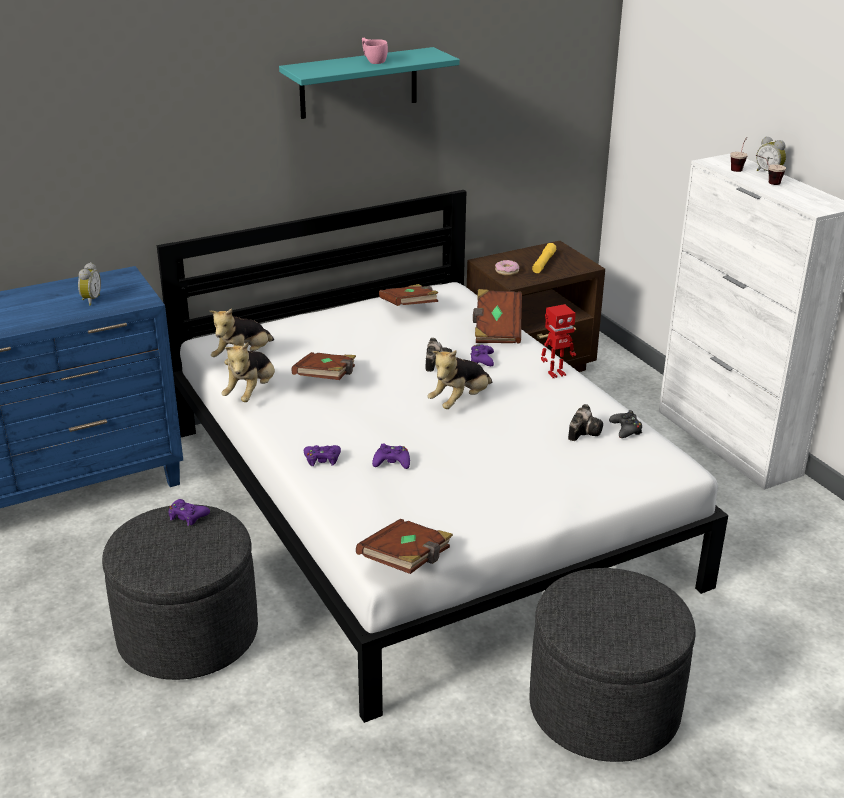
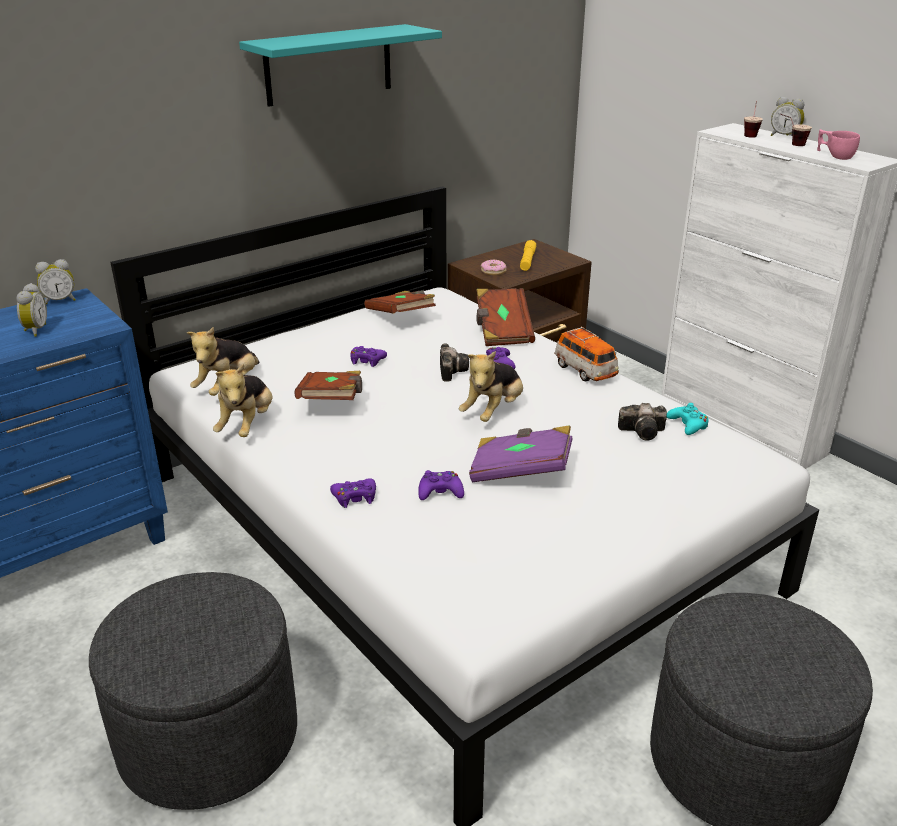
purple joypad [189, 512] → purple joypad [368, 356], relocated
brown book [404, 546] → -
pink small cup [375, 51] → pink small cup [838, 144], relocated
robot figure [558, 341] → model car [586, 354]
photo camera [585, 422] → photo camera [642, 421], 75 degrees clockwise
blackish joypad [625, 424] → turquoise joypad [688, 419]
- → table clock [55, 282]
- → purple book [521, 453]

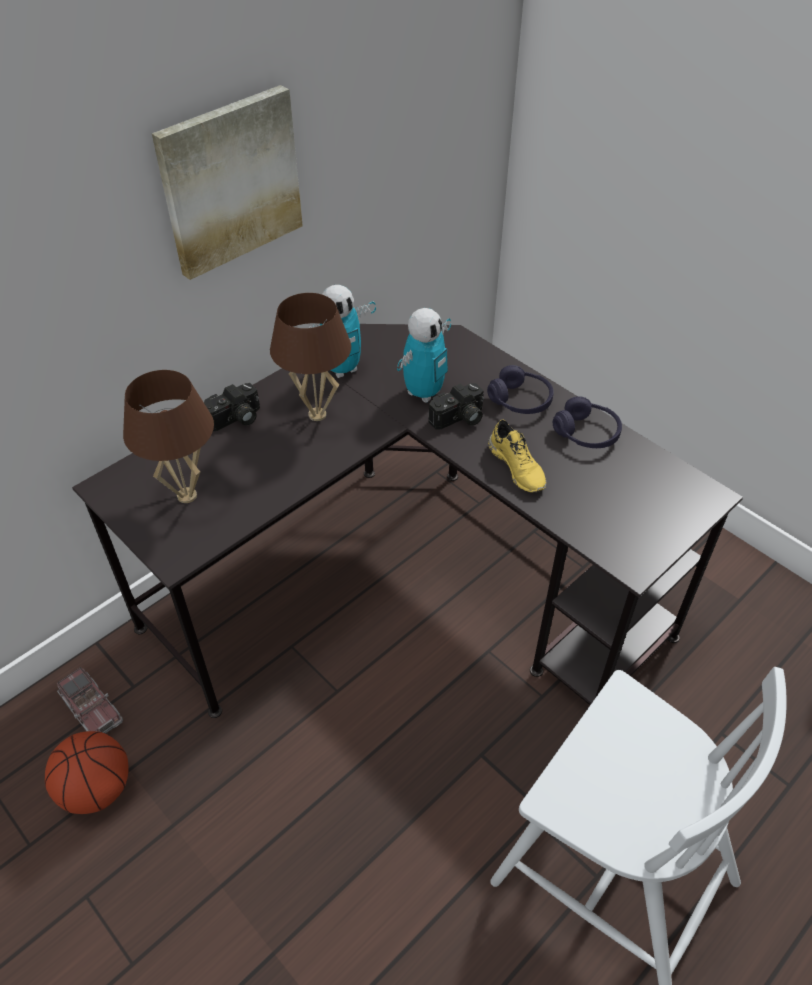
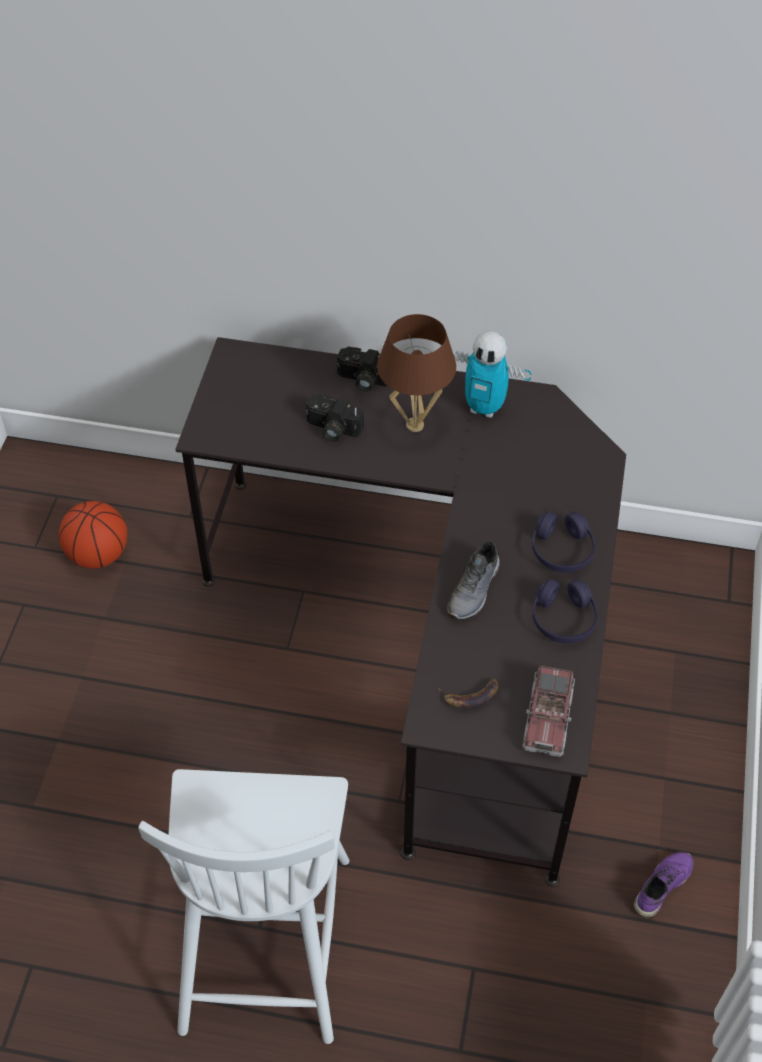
toy lorry [90, 700] → toy lorry [548, 711], relocated
brown table lamp [168, 436] → -
wall picture [227, 182] → -
robot figure [424, 355] → -
photo camera [456, 406] → photo camera [334, 417], relocated
yellowish item of footwear [517, 456] → greyish item of footwear [473, 580]
- → banana [468, 693]
- → purple item of footwear [664, 885]

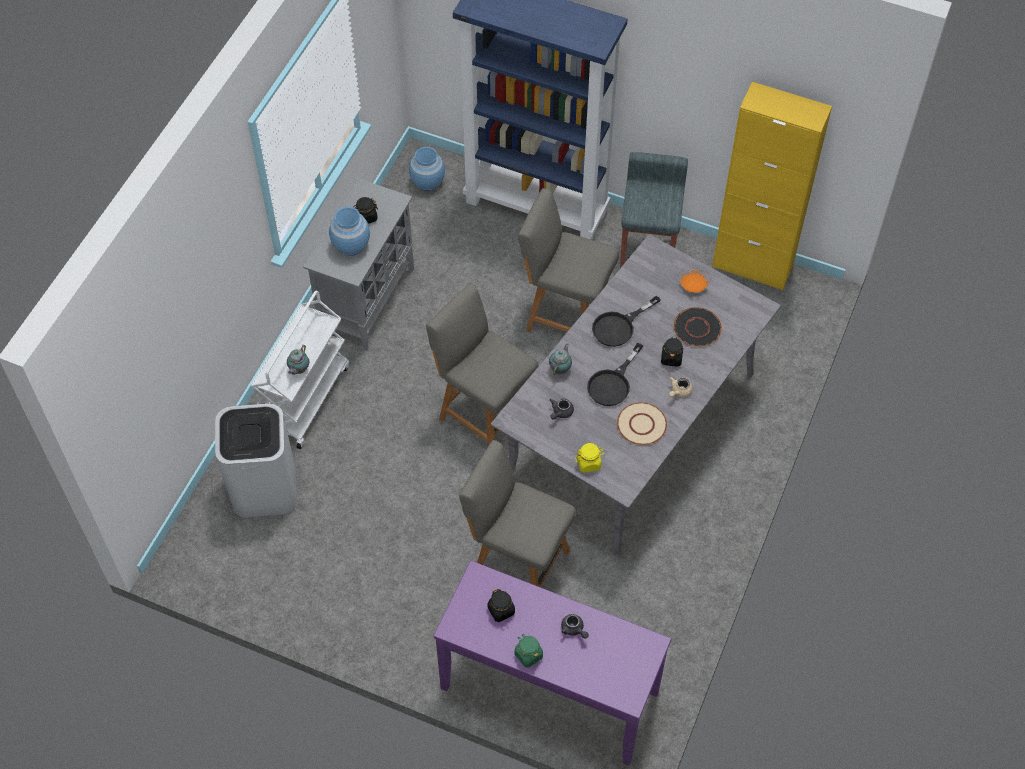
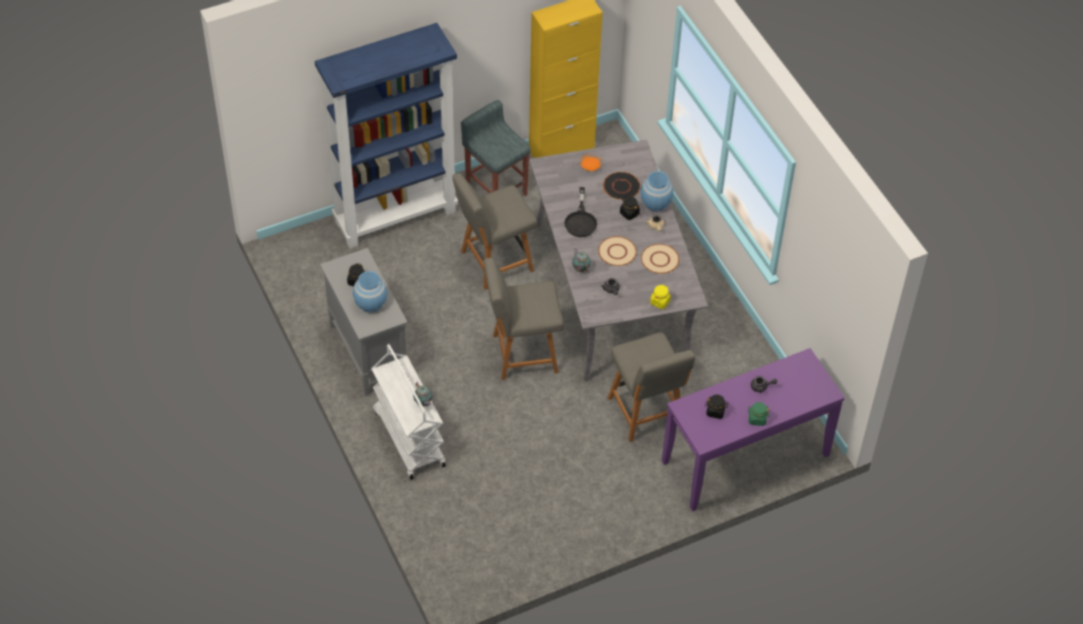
white-coloured trash can [256, 460] → -
blue-coloured flower vase [427, 169] → blue-coloured flower vase [656, 191], relocated
greyish upright chair [517, 513] → greyish upright chair [651, 387], 90 degrees counterclockwise
blackish frying pan [615, 374] → sand-coloured plate [617, 251]

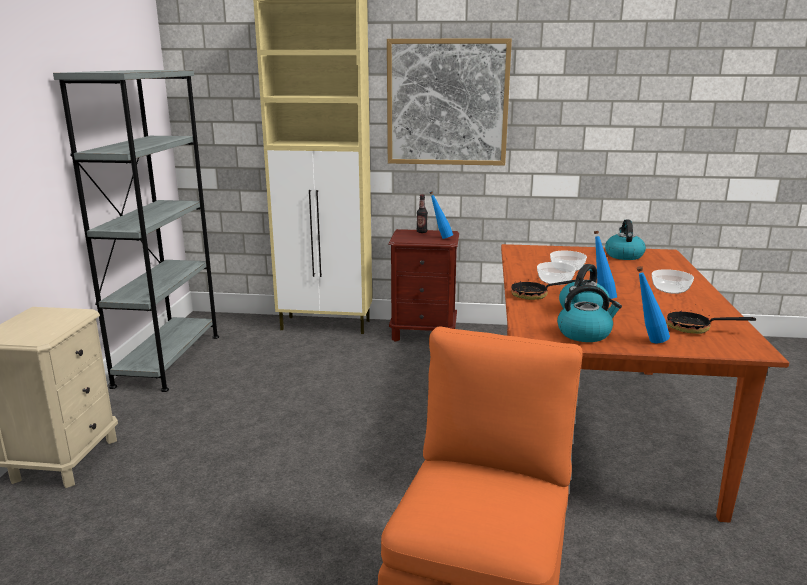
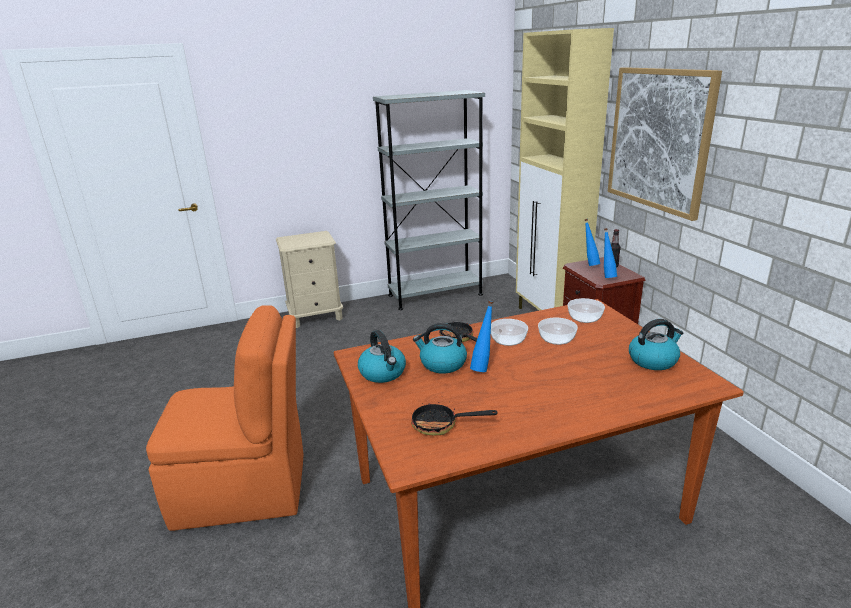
blue-coloured drink bottle [653, 304] → blue-coloured drink bottle [592, 242], relocated
serving bowl [673, 281] → serving bowl [586, 310], relocated
frying pan [711, 322] → frying pan [454, 418], 75 degrees counterclockwise

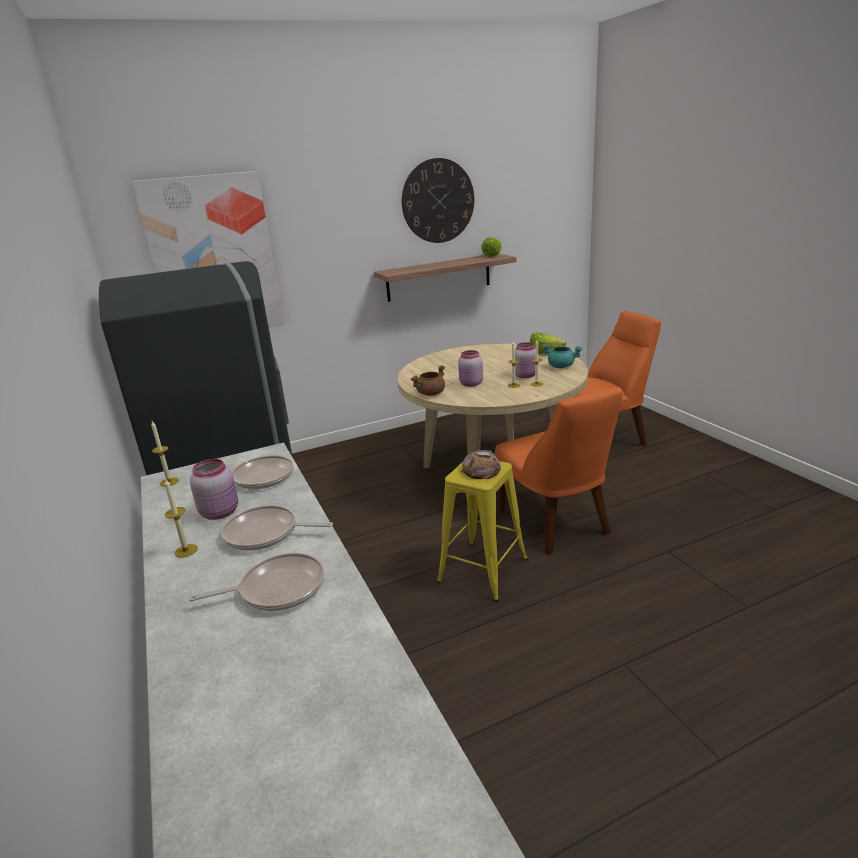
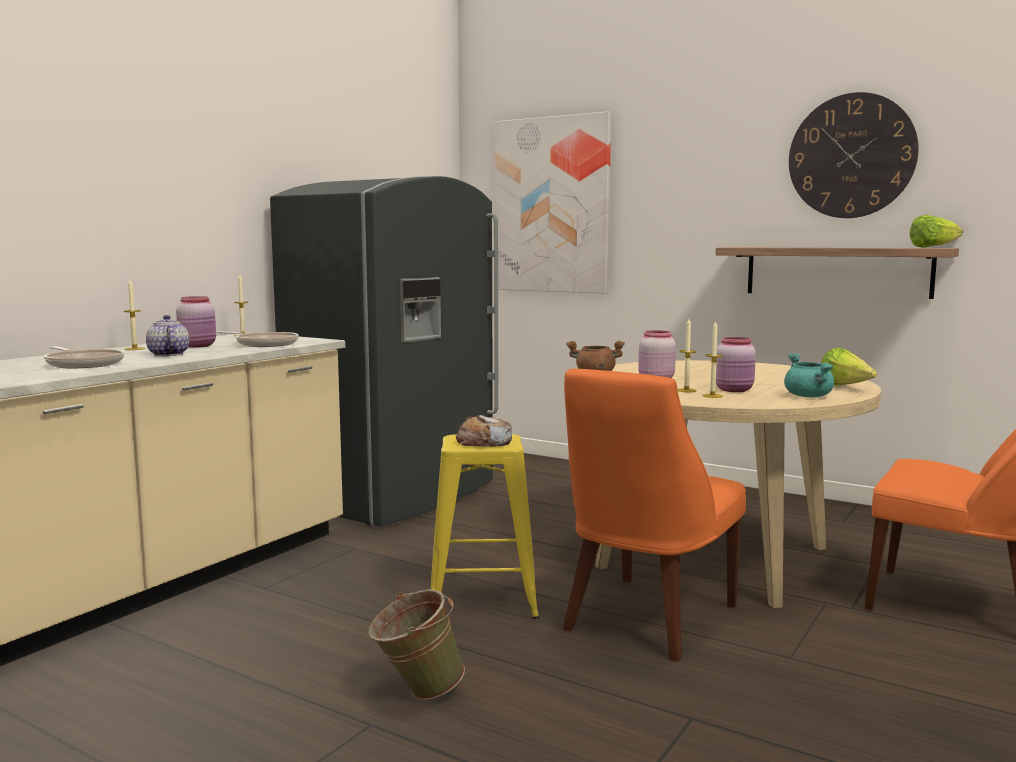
frying pan [277, 528] → tea pot [167, 335]
- → green-coloured bucket [417, 645]

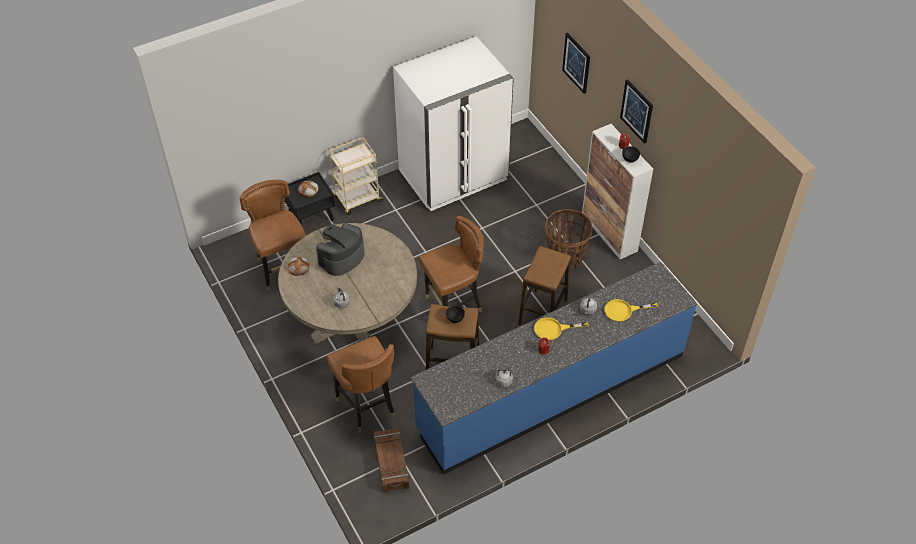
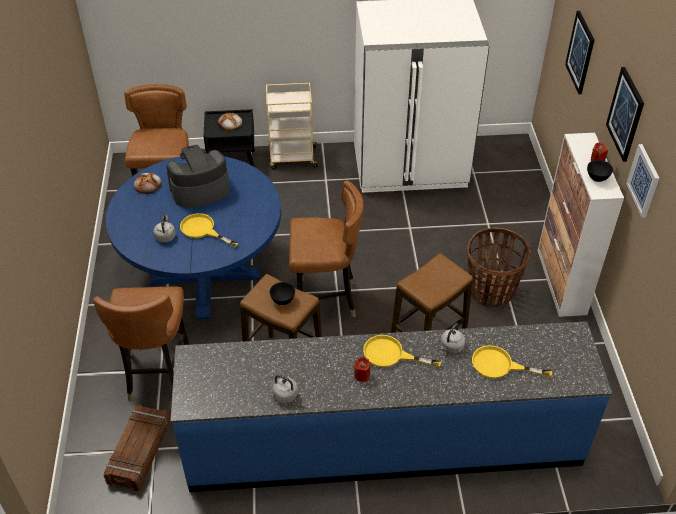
sand-coloured kitchen table [347, 283] → blue-coloured kitchen table [193, 237]
- → yellowish frying pan [209, 230]
- → wall picture [642, 181]

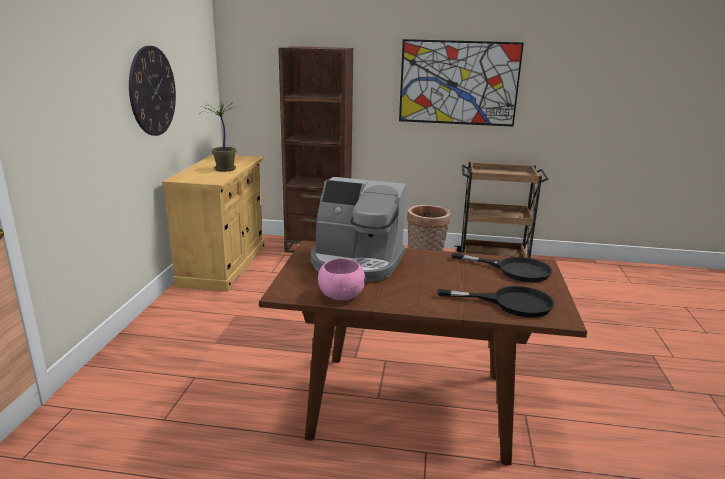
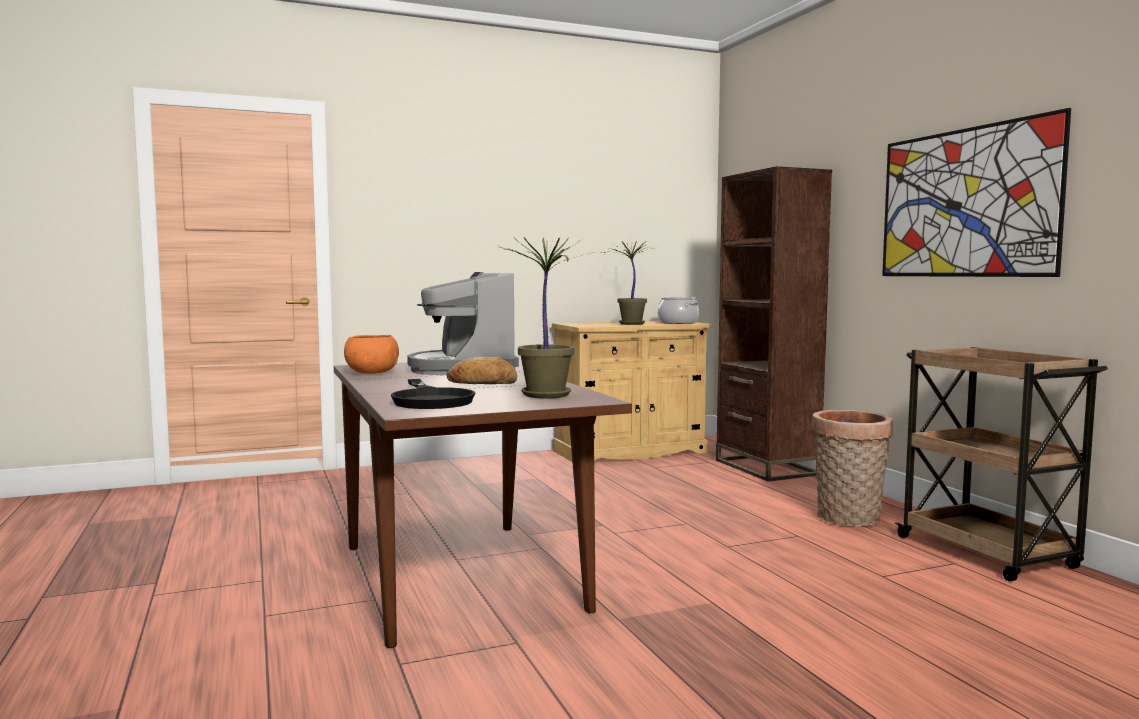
hanging clock [152, 91] → -
pink serving bowl [342, 279] → orangey serving bowl [371, 354]
blackish frying pan [501, 267] → plant in a pot [551, 317]
- → bakery bread [481, 370]
- → cooking pot [678, 310]

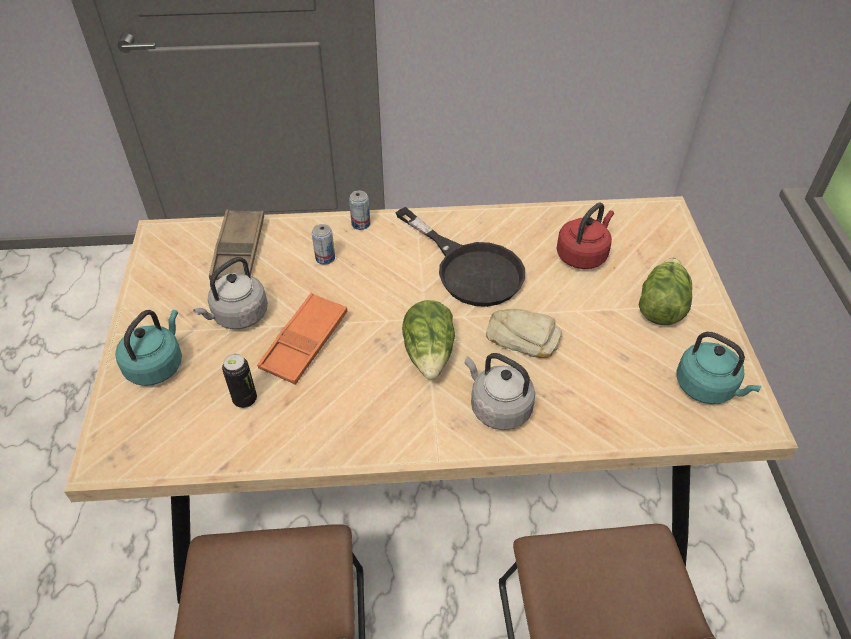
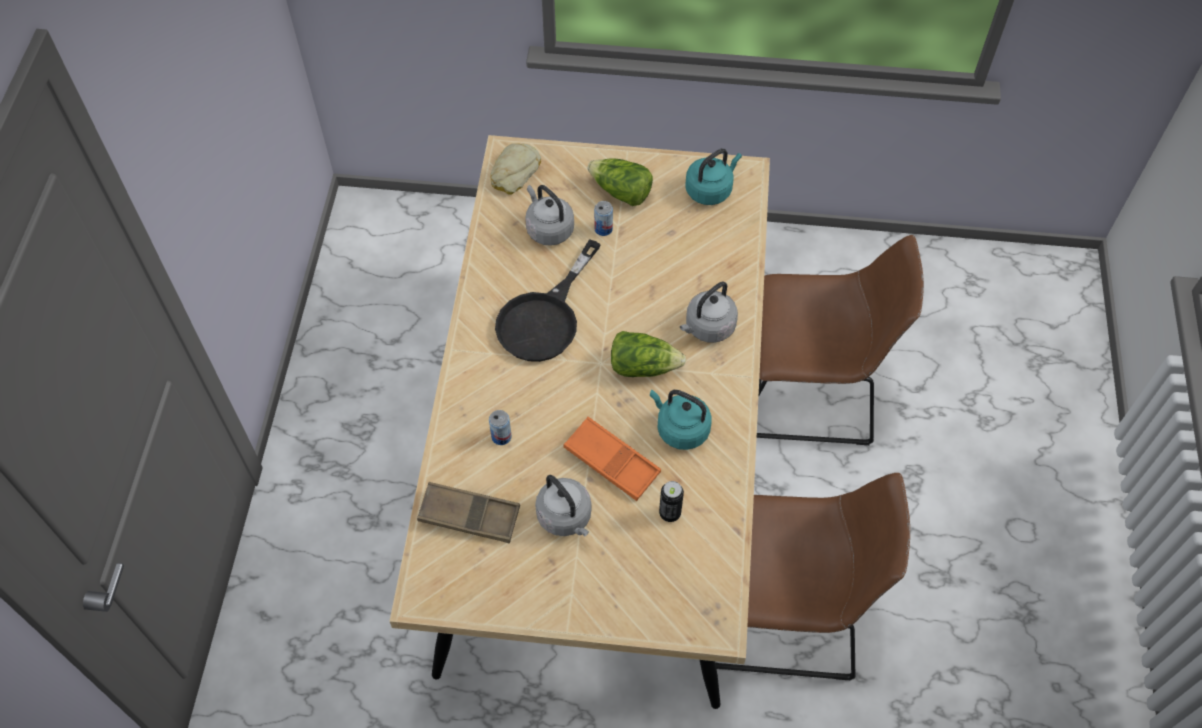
turquoise kettle [148, 348] → turquoise kettle [681, 420], relocated
can [359, 210] → can [603, 218], relocated
blackish frying pan [460, 257] → blackish frying pan [548, 300], 150 degrees clockwise
bakery bread [524, 333] → bakery bread [515, 169], relocated
red kettle [585, 236] → greyish kettle [549, 215]

